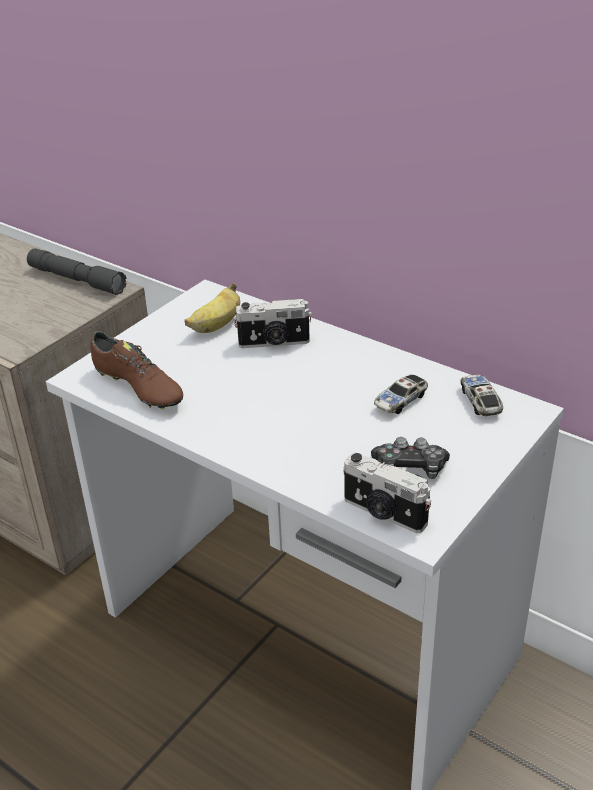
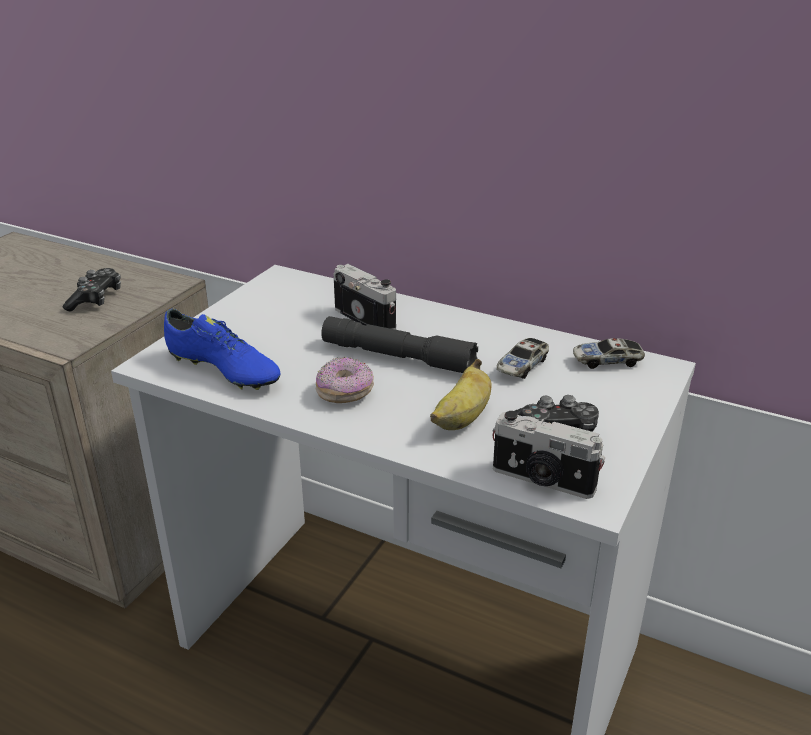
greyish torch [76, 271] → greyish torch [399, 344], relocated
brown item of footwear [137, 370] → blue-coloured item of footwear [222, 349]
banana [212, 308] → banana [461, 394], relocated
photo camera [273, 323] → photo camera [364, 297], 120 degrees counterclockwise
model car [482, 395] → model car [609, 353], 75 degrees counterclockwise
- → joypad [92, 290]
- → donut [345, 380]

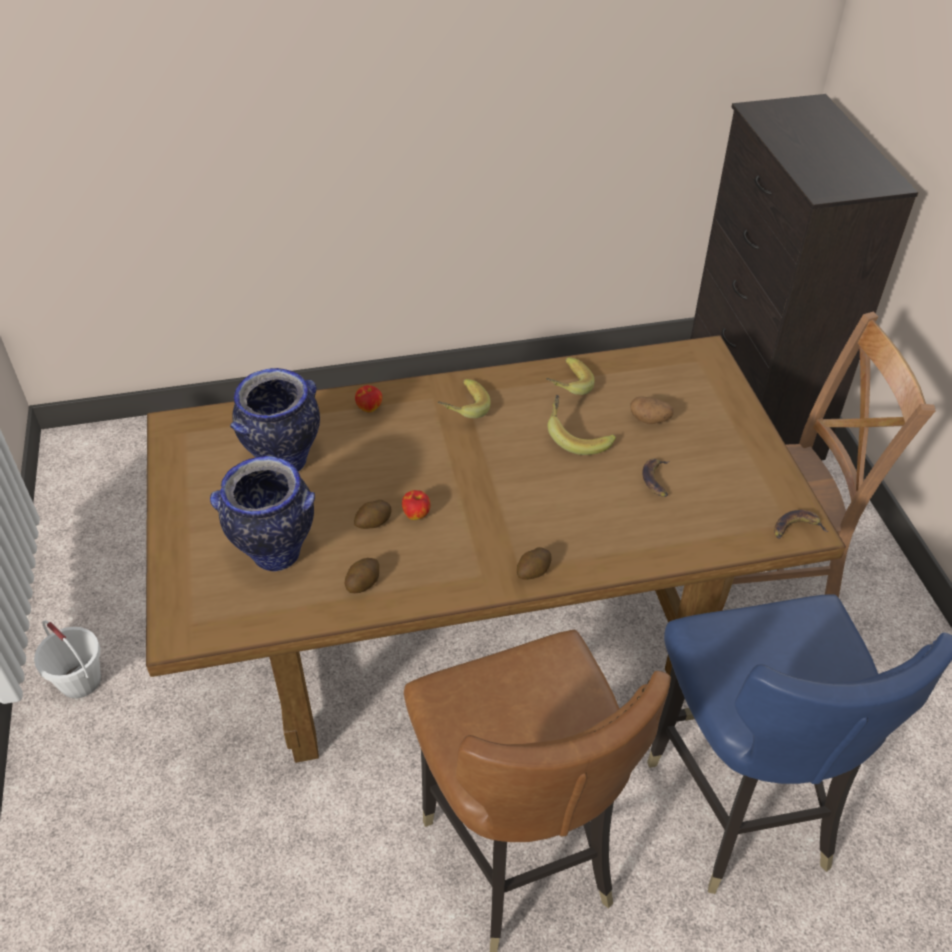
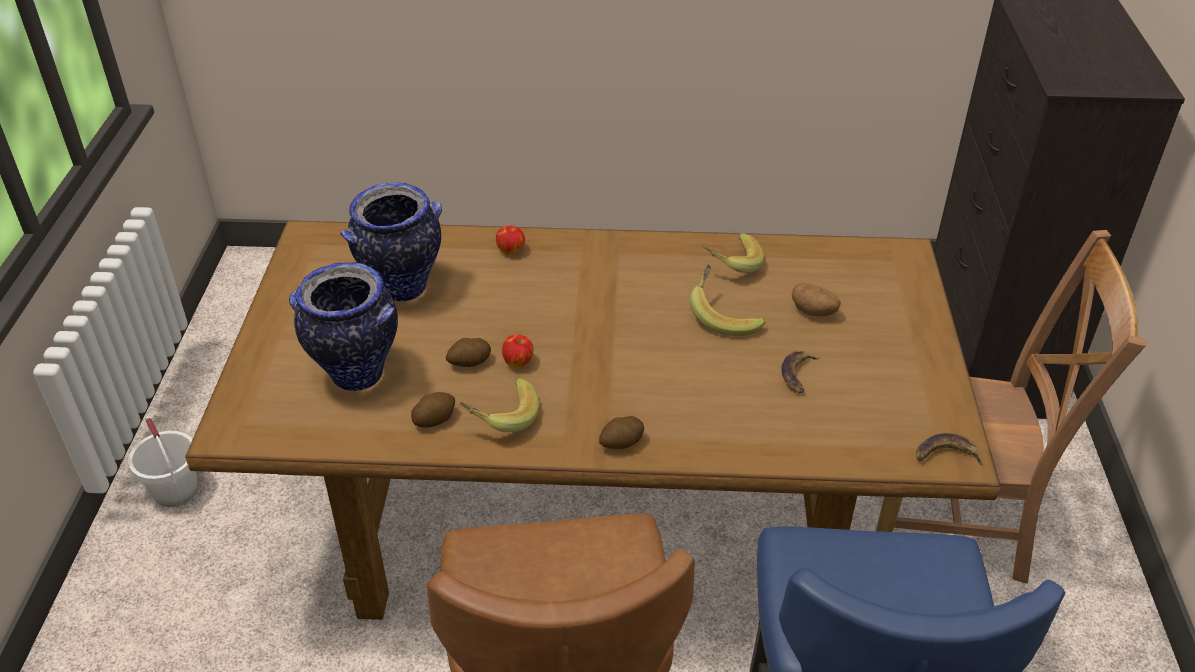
banana [464, 399] → banana [499, 405], relocated

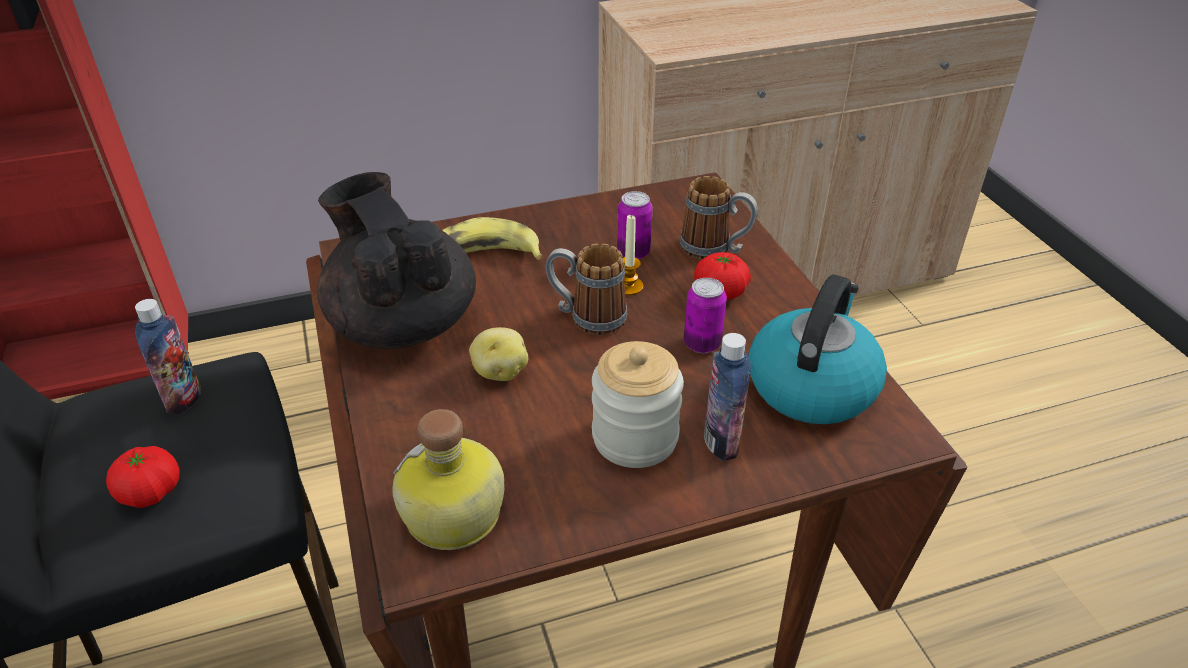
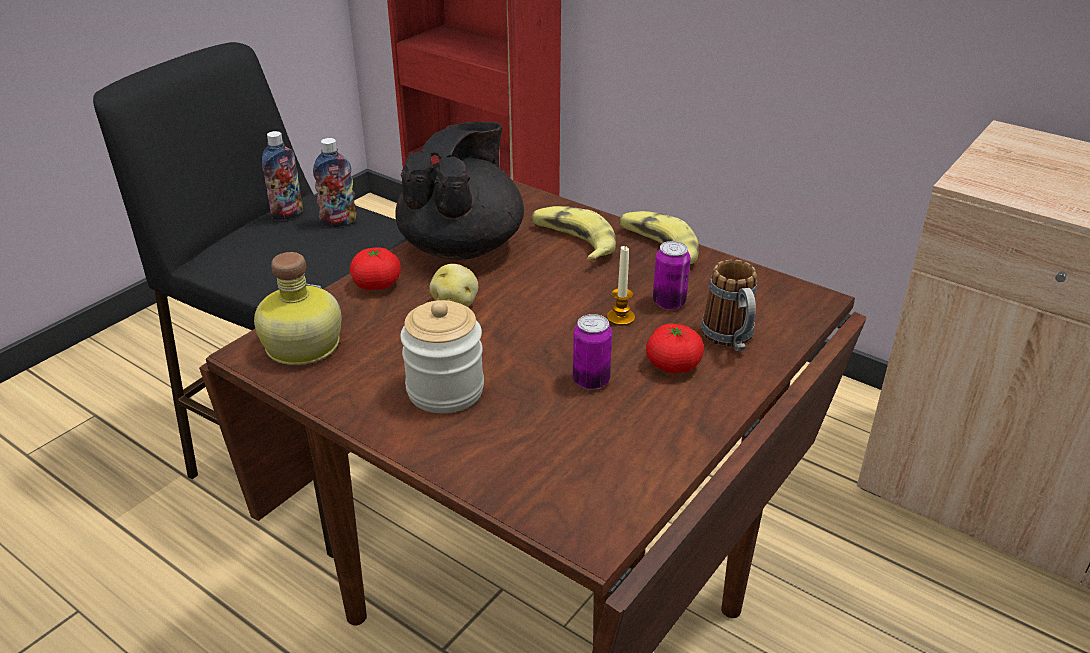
fresh tomato [142, 477] → fresh tomato [375, 269], relocated
mug [586, 289] → -
drink bottle [727, 397] → drink bottle [282, 176], relocated
kettle [817, 349] → -
- → banana [659, 237]

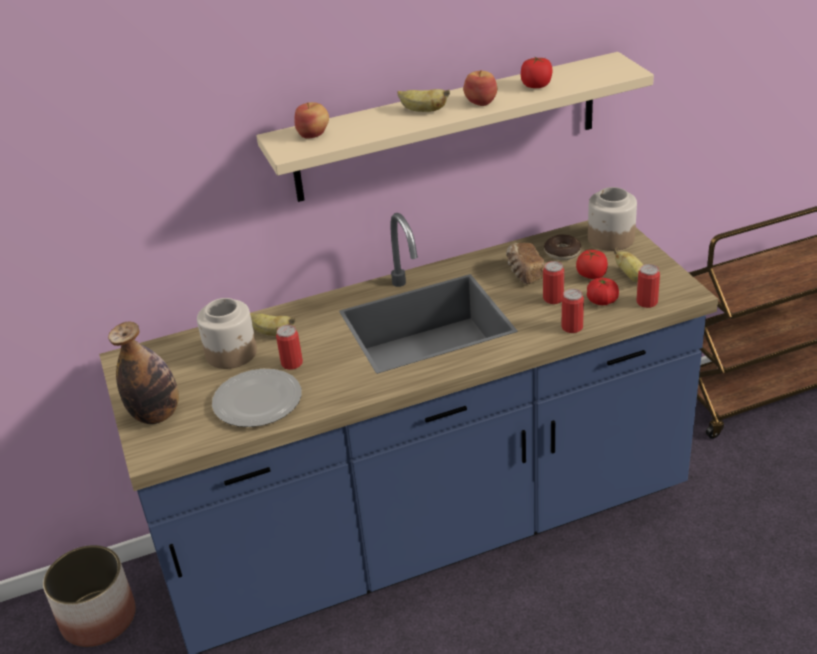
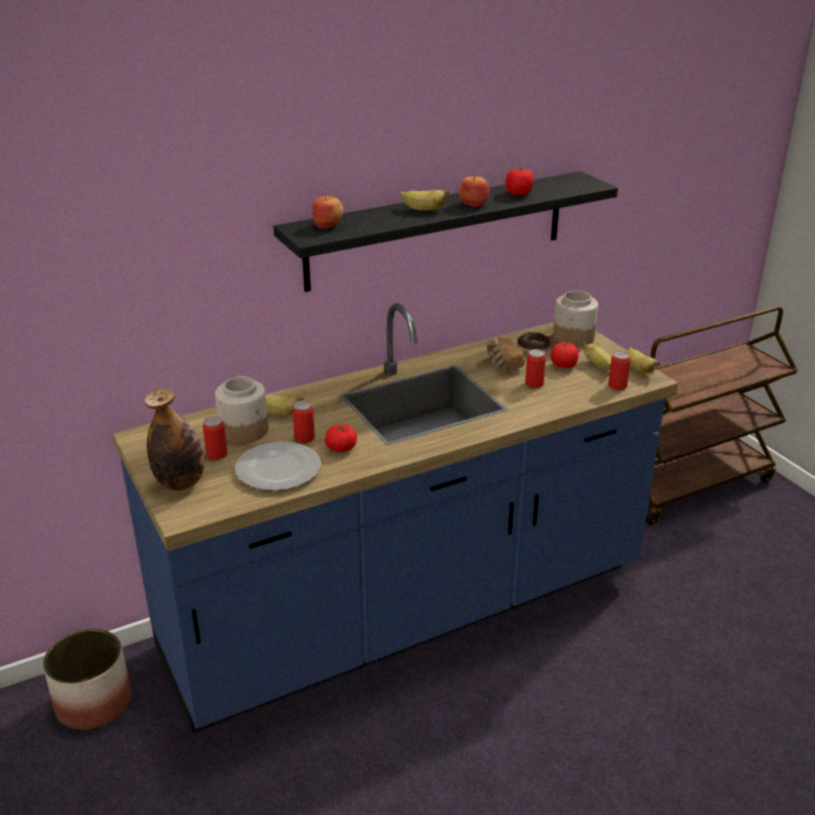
sand-coloured wall shelf [455, 127] → blackish wall shelf [445, 231]
can [573, 311] → can [215, 438], relocated
fresh tomato [603, 291] → fresh tomato [341, 438], relocated
- → banana [643, 360]

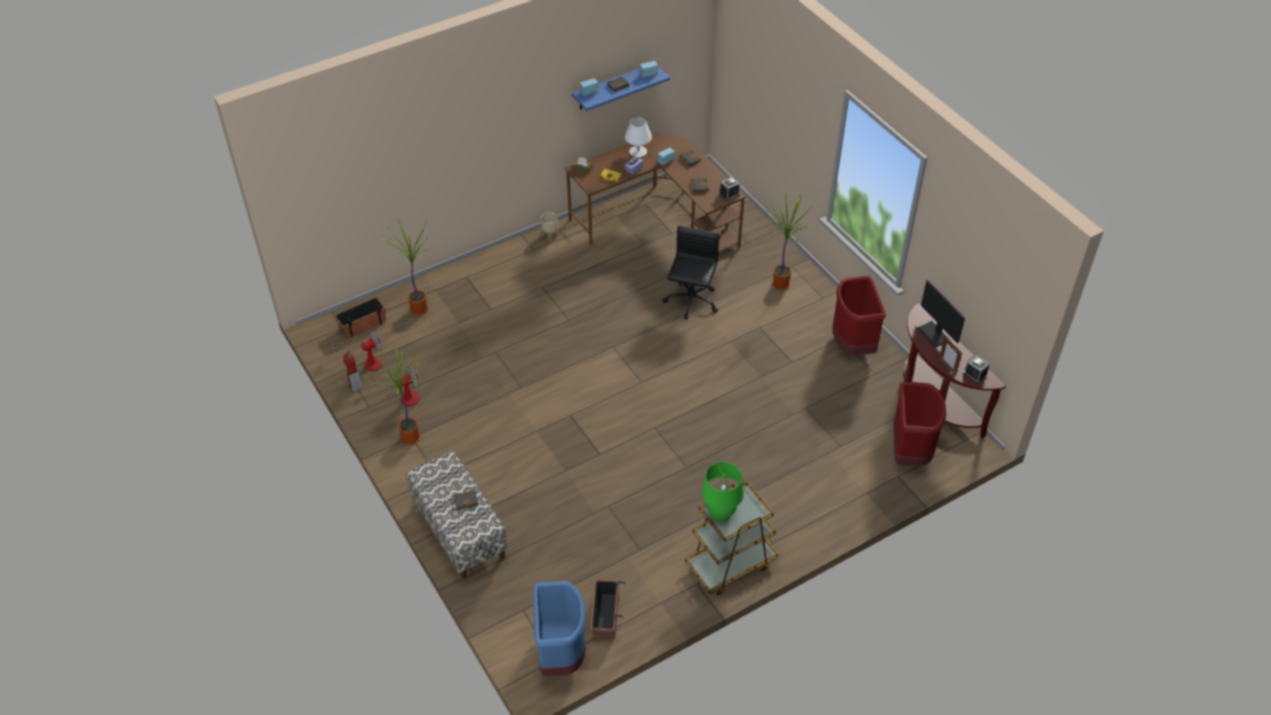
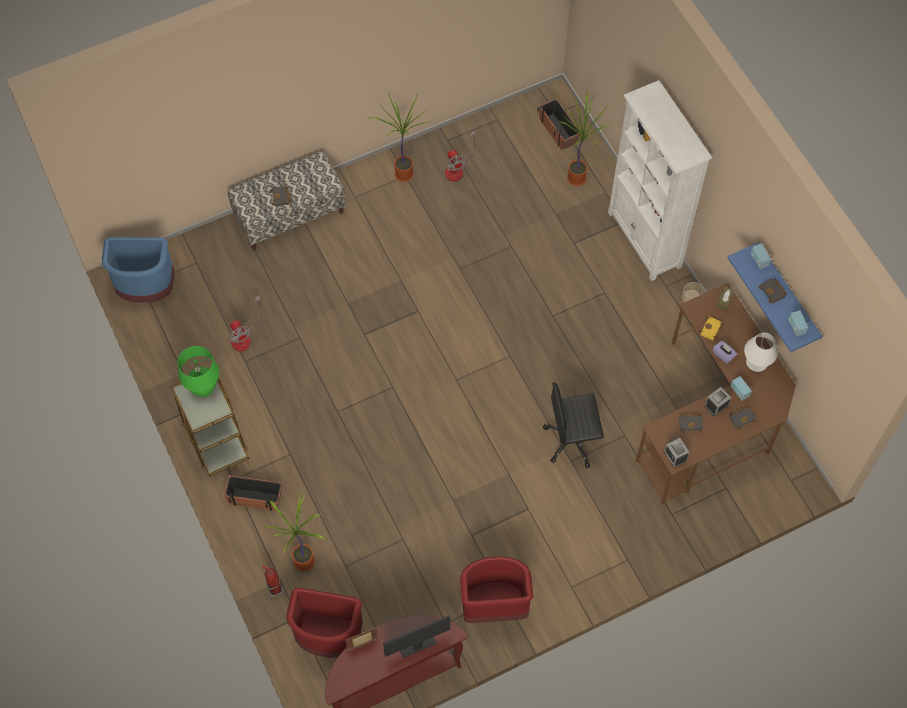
cooling fan [357, 351] → cooling fan [245, 323], relocated
fire extinguisher [352, 371] → fire extinguisher [273, 581], relocated
planter [608, 609] → planter [253, 493], relocated
blackish desk chair [691, 272] → blackish desk chair [573, 425], 150 degrees clockwise
plant in a pot [789, 242] → plant in a pot [295, 533], relocated
table clock [976, 369] → table clock [717, 401], relocated
- → white-coloured bookshelf [660, 180]

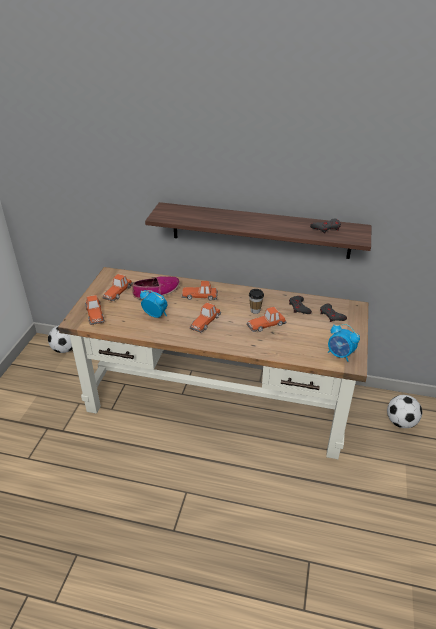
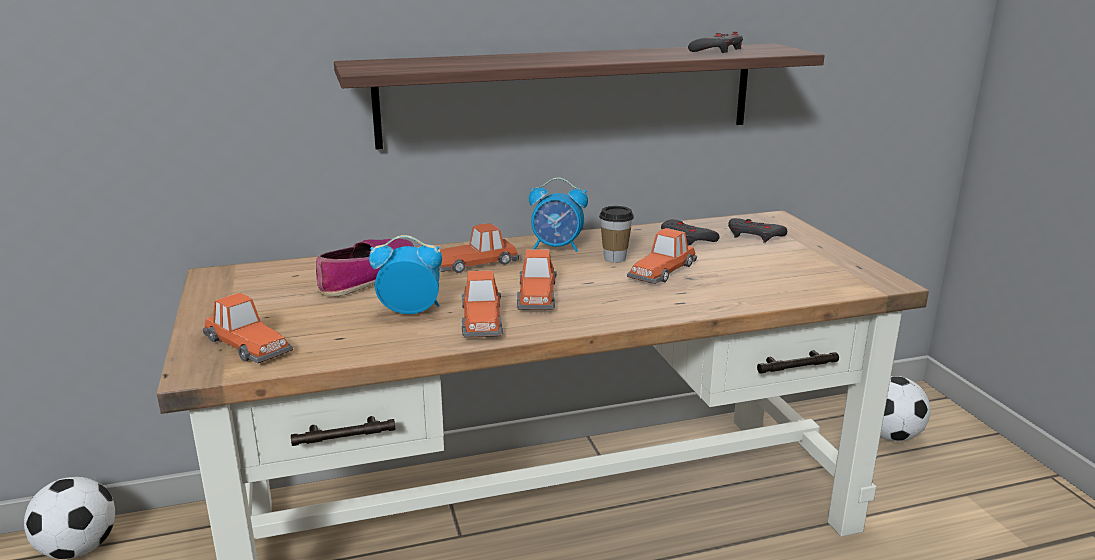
model car [117, 288] → model car [482, 304], relocated
table clock [344, 343] → table clock [558, 214], relocated

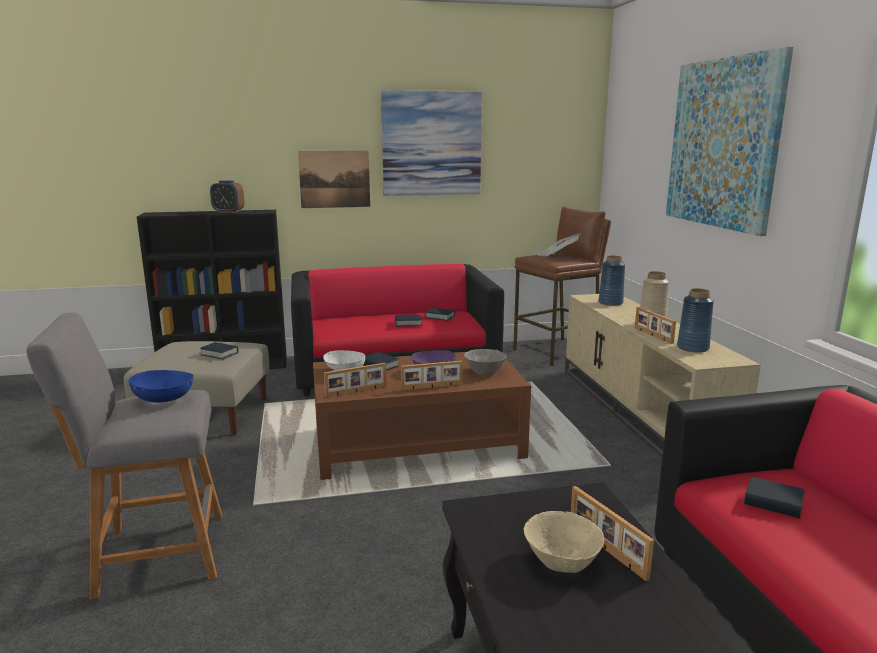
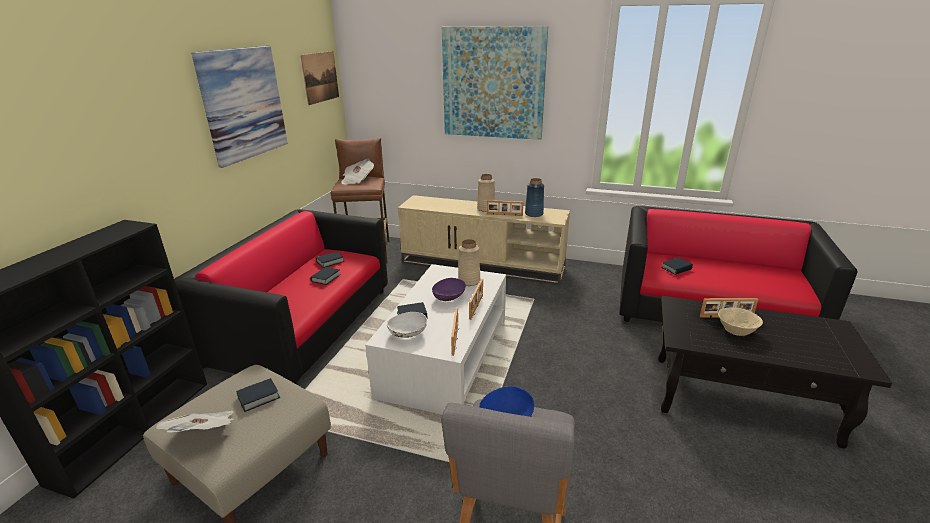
table clock [227, 196] → -
wall picture [334, 179] → wall picture [320, 78], relocated
brown low table [422, 416] → white-coloured low table [435, 339]
greyish serving bowl [485, 361] → sand-coloured flower vase [469, 262]
blue-coloured flower vase [611, 281] → -
- → newspaper [195, 422]

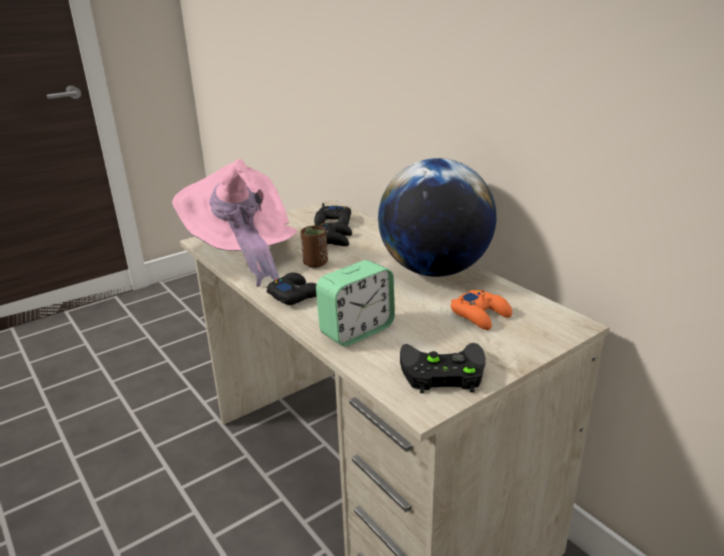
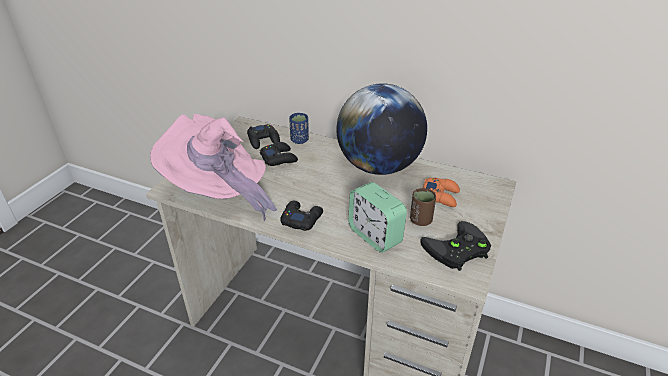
brown small cup [314, 247] → brown small cup [423, 207], relocated
table clock [355, 303] → table clock [377, 217], 120 degrees clockwise
- → blue-coloured small cup [299, 128]

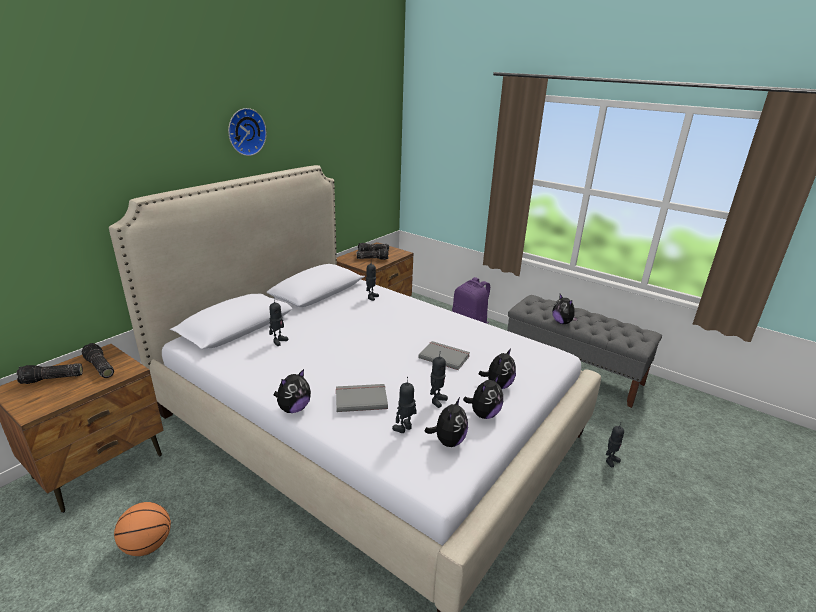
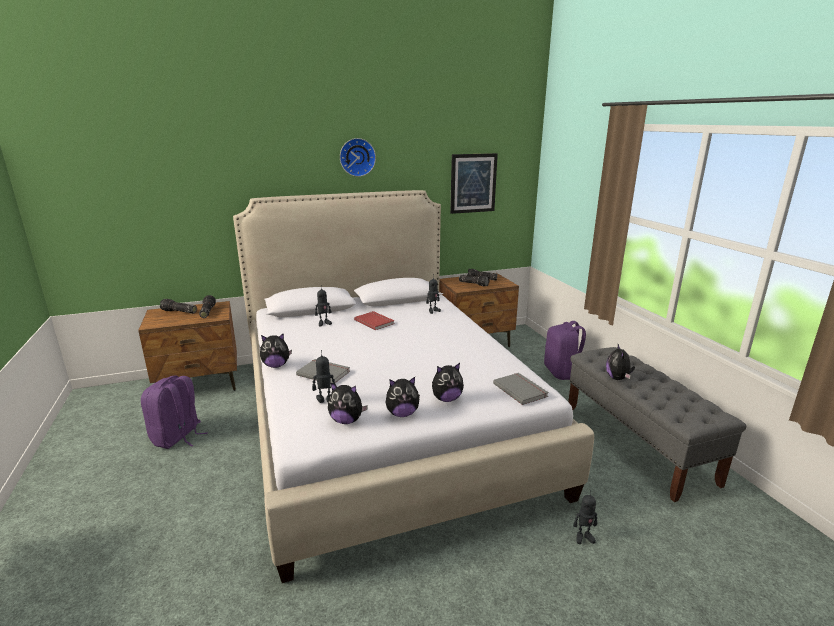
basketball [142, 529] → purple backpack [174, 412]
greyish book [444, 355] → greyish book [521, 389], relocated
cuddly toy [446, 422] → cuddly toy [348, 403], 45 degrees clockwise
robot figure [439, 379] → -
- → red book [374, 320]
- → wall picture [474, 183]

